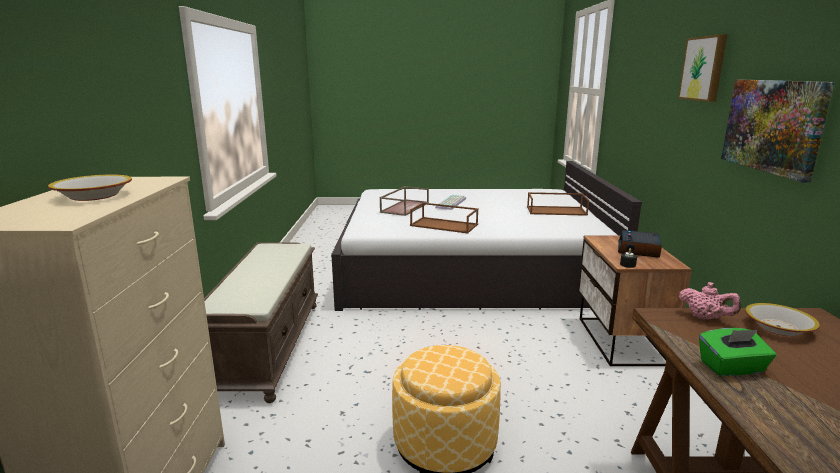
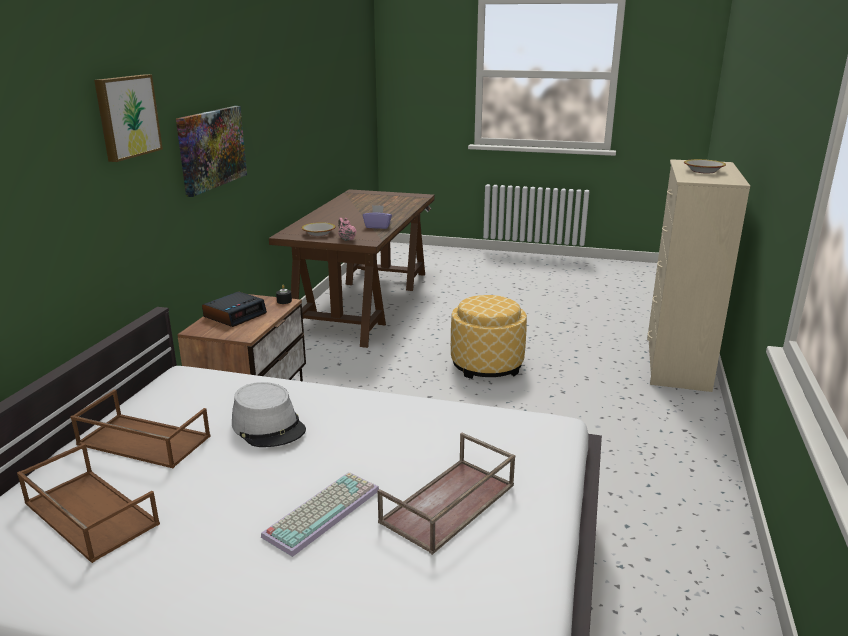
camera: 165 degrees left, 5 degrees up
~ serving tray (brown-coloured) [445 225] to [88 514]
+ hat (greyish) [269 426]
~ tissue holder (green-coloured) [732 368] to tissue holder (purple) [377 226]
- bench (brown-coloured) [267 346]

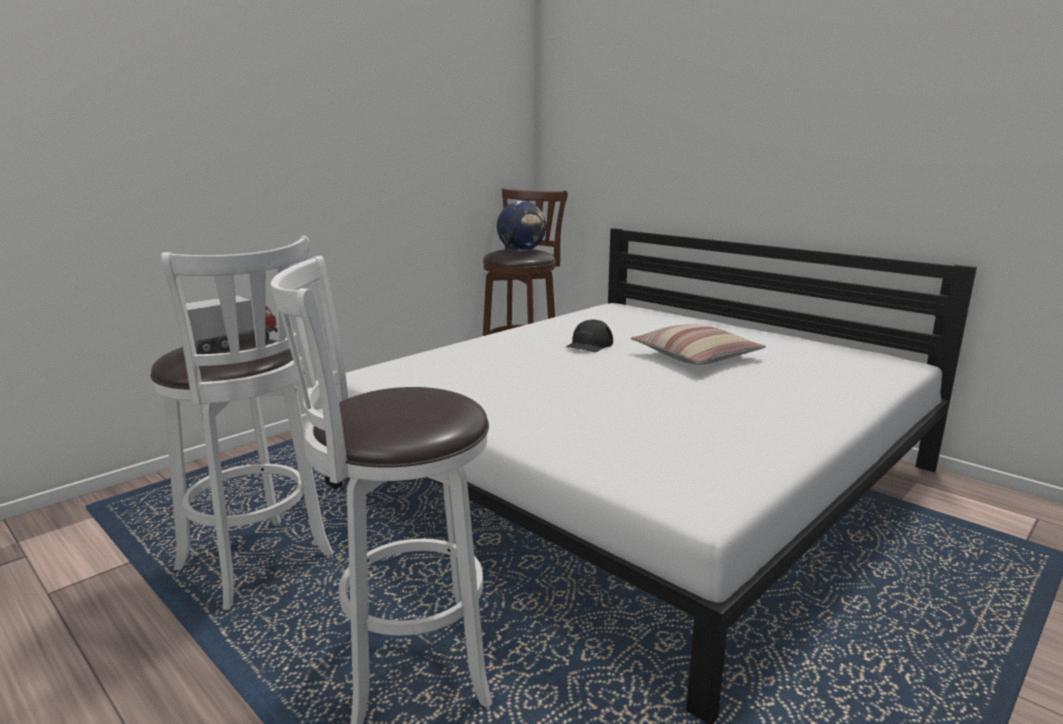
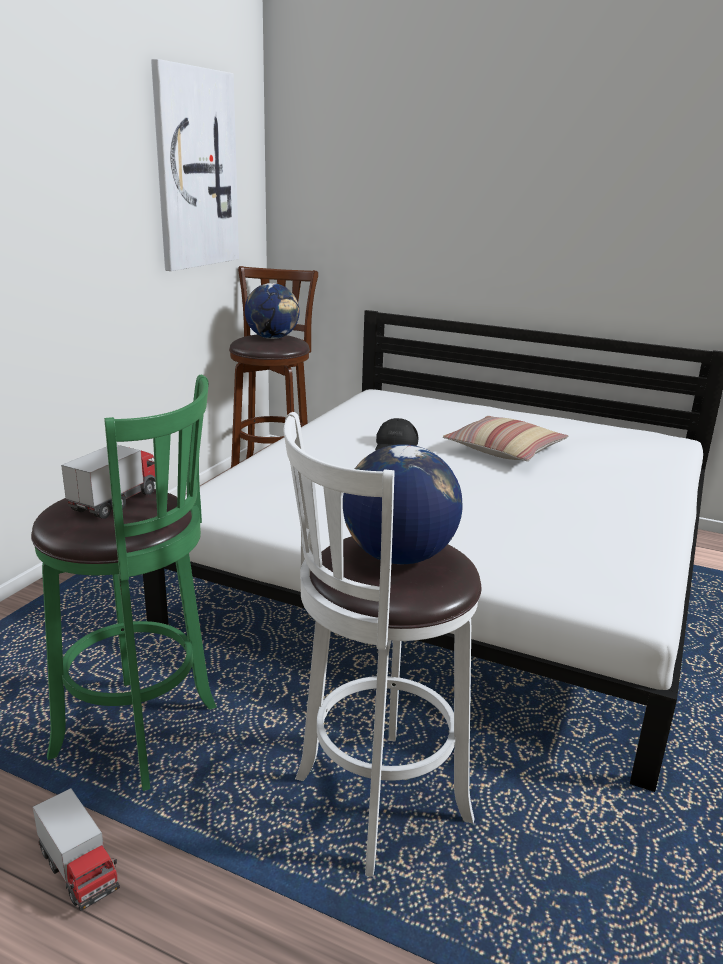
camera: 20 degrees left, 5 degrees up
~ stool (white) [260 565] to stool (green-coloured) [144 734]
+ toy truck [79 871]
+ wall art [195 170]
+ globe [398 556]

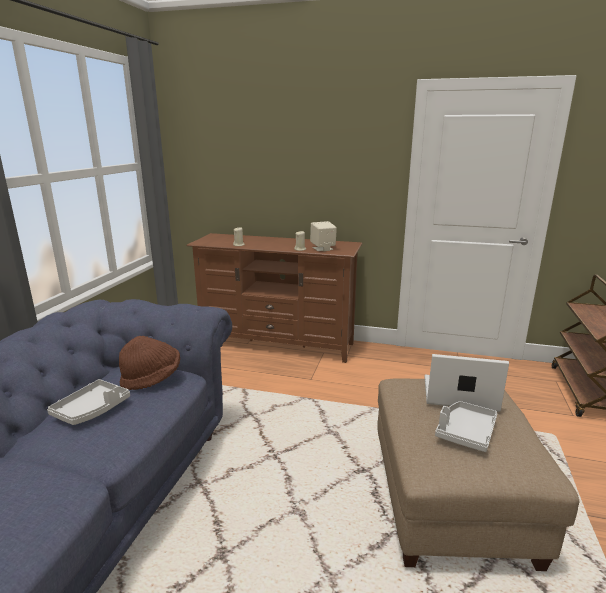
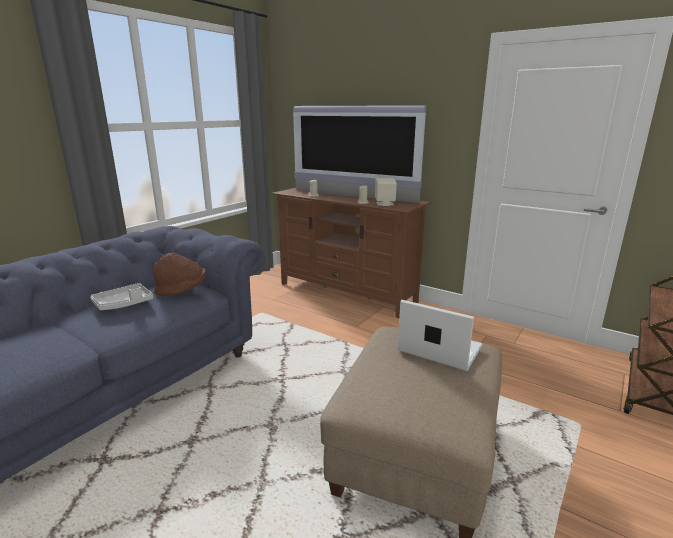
camera: 20 degrees right, 0 degrees up
+ TV set [353 196]
- serving tray (greyish) [465 432]

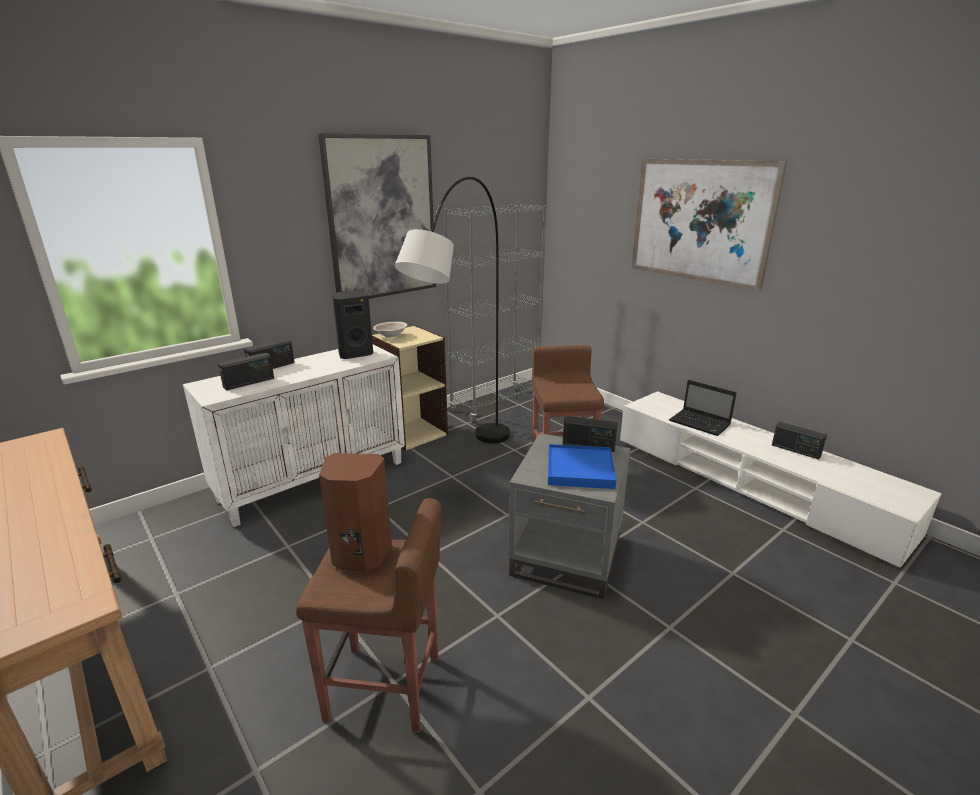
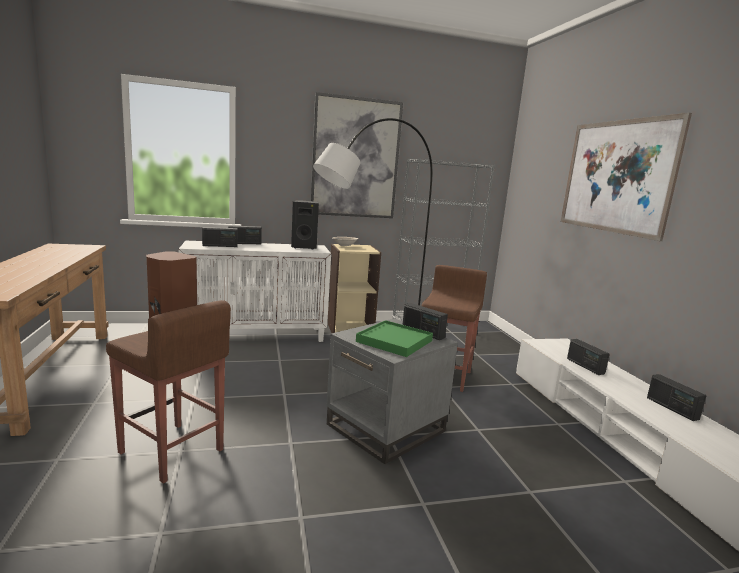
camera: 25 degrees right, 10 degrees down
~ serving tray (blue) [580 469] to serving tray (green-coloured) [394 341]
~ laptop [700 423] to radio [585 366]

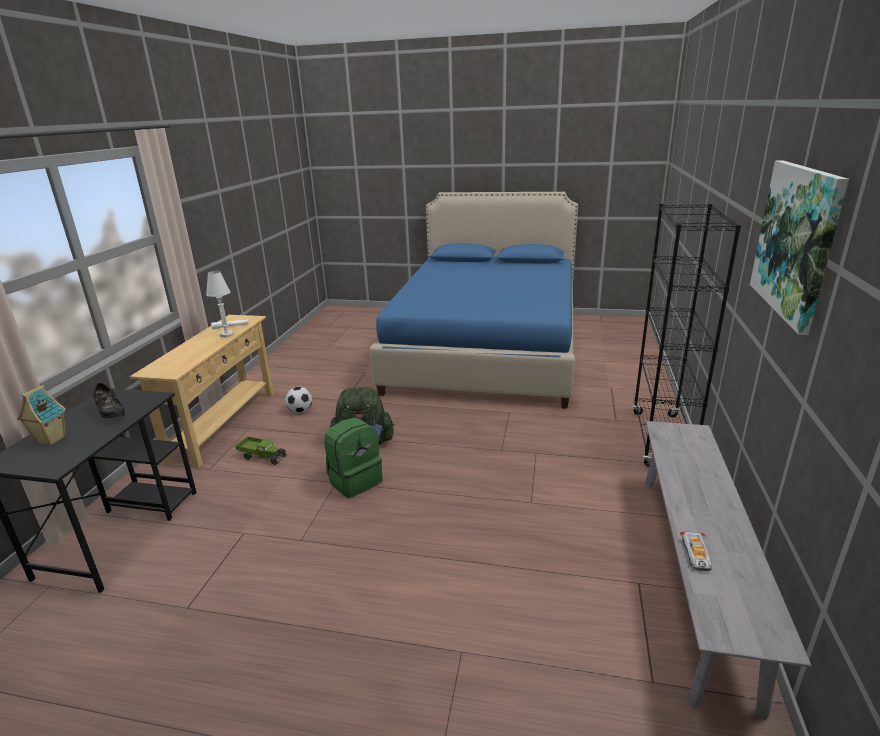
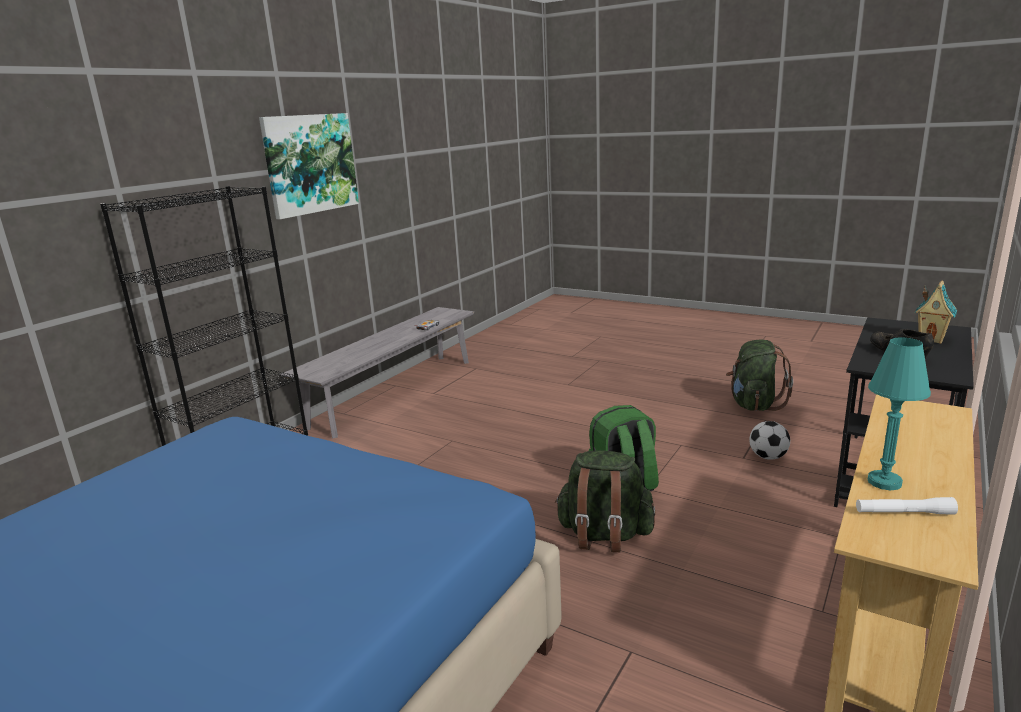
camera: 160 degrees left, 5 degrees down
+ rucksack (green-coloured) [754 405]
~ ball for football [300 411] to [768 457]
~ lamp for a table (white) [227 334] to lamp for a table (turquoise) [884 482]
- toy truck [262 456]

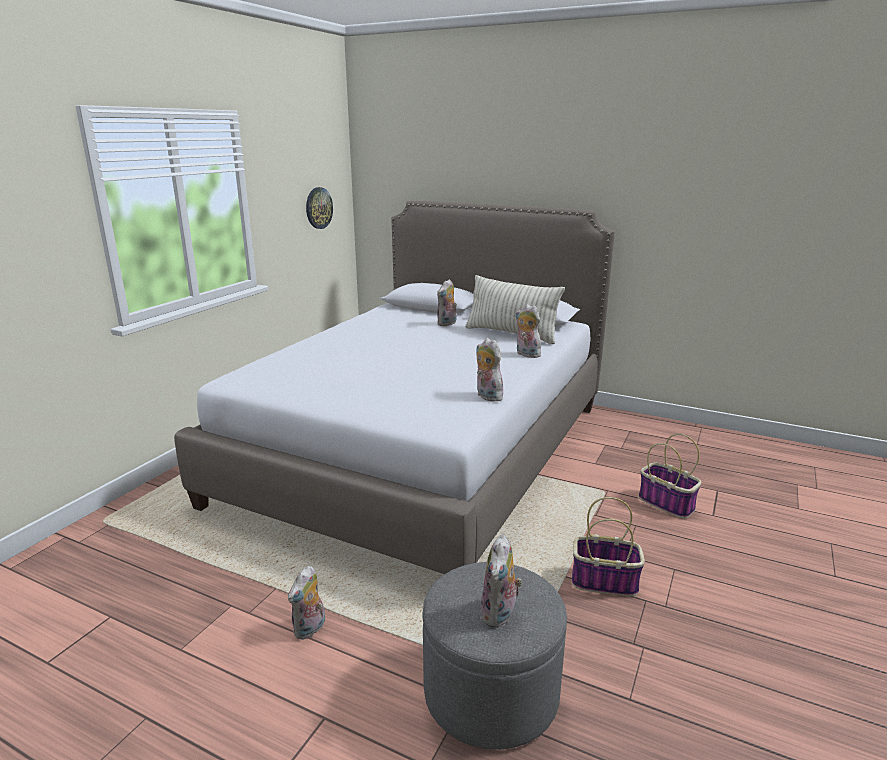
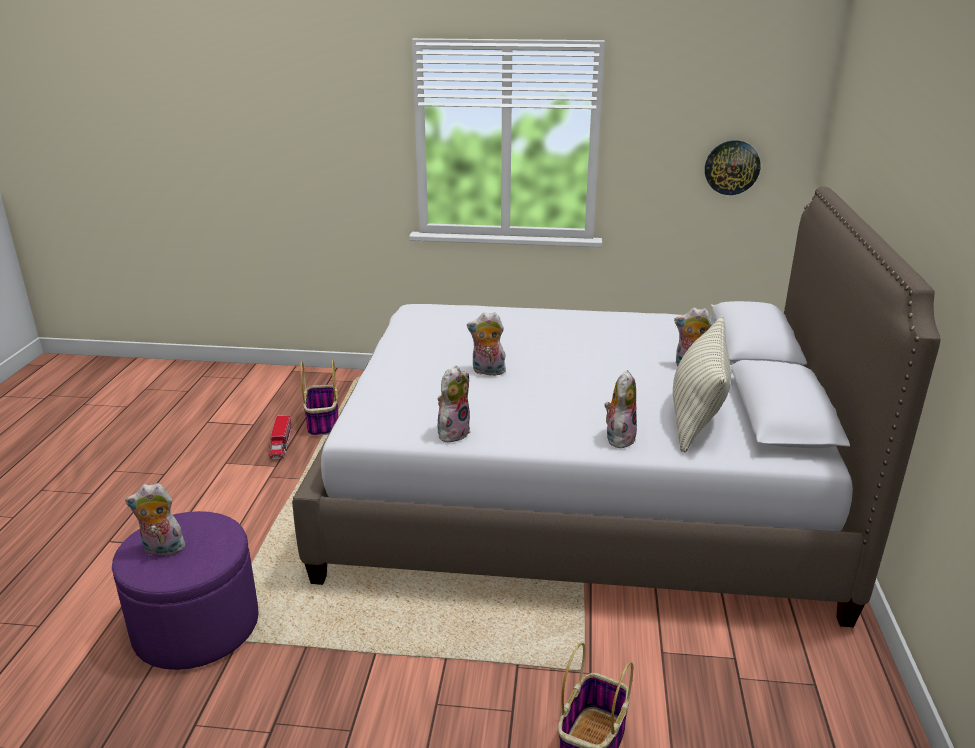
camera: 70 degrees right, 5 degrees up
~ ottoman (greyish) [491 692] to ottoman (purple) [196 626]
+ toy truck [281 444]
~ household basket [605 581] to [323 424]
~ soft toy [310 629] to [487 372]

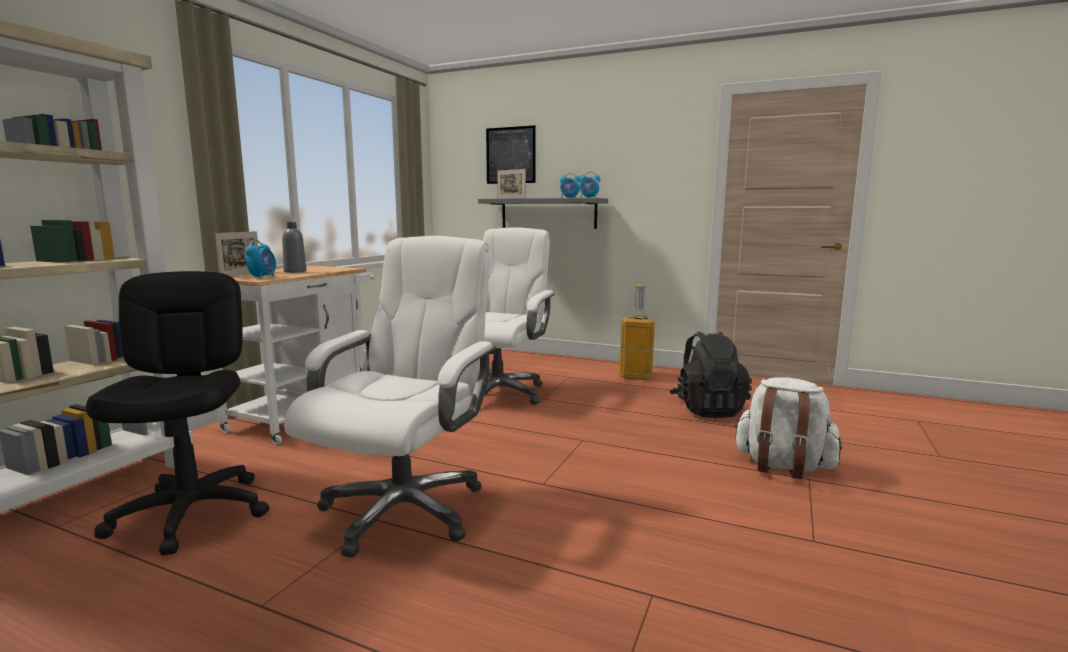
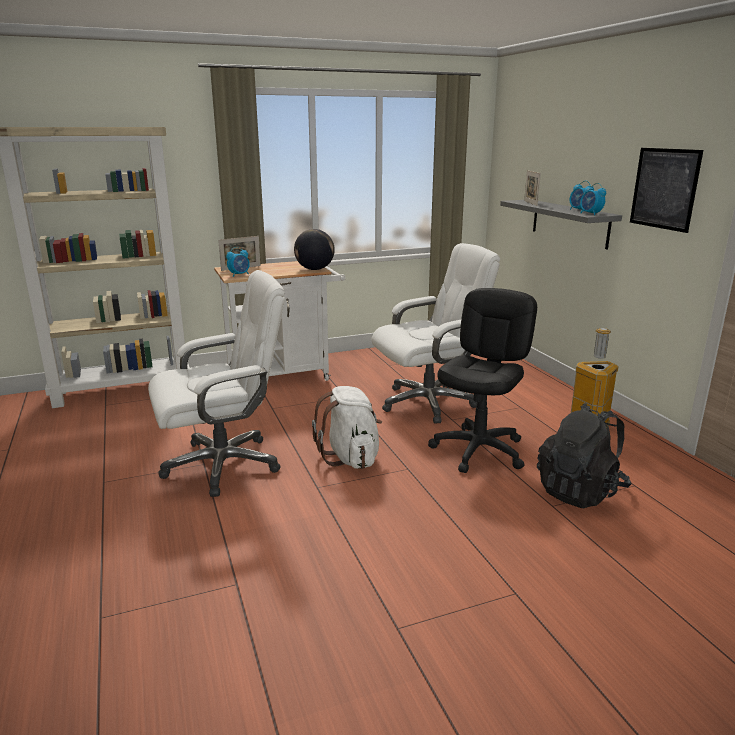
camera: 45 degrees right, 10 degrees up
+ globe [315 269]
~ rucksack (white) [783 466] to [351 457]
~ office chair (blackish) [192 513] to [479 450]
~ wall art [510 155] to [664 188]
- drink bottle (greyish) [295 271]

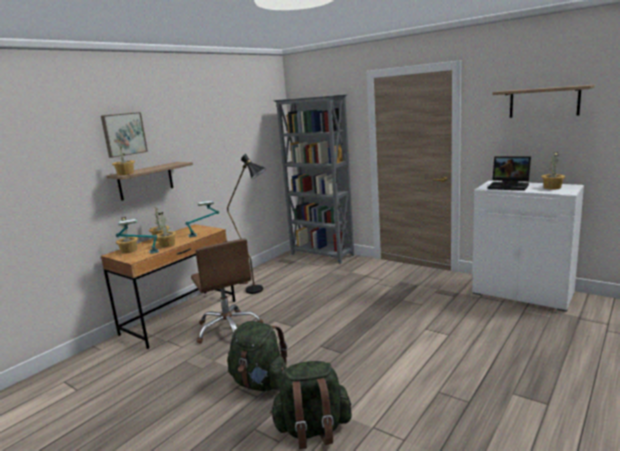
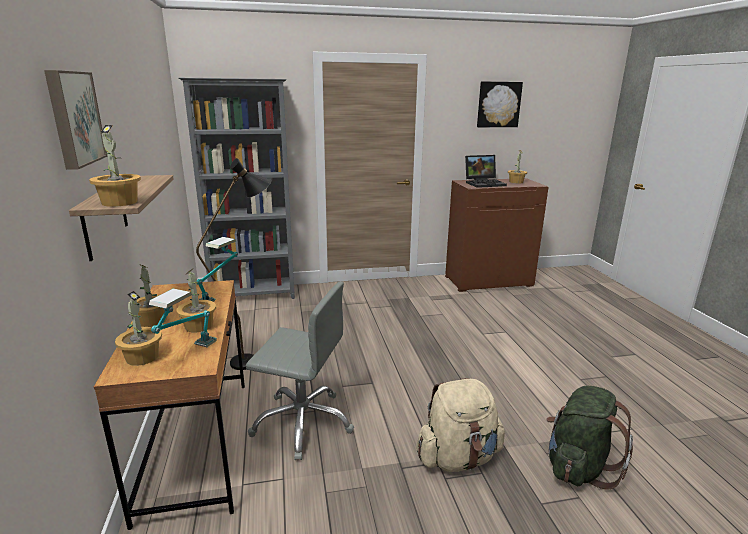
camera: 50 degrees left, 5 degrees up
~ office chair (brown-coloured) [228 328] to office chair (greyish) [303 422]
~ rucksack (green-coloured) [260 383] to rucksack (sand-coloured) [458 457]
~ storage cabinet (white) [523 293] to storage cabinet (brown-coloured) [488 281]
~ shelf [544 102] to wall art [498 104]

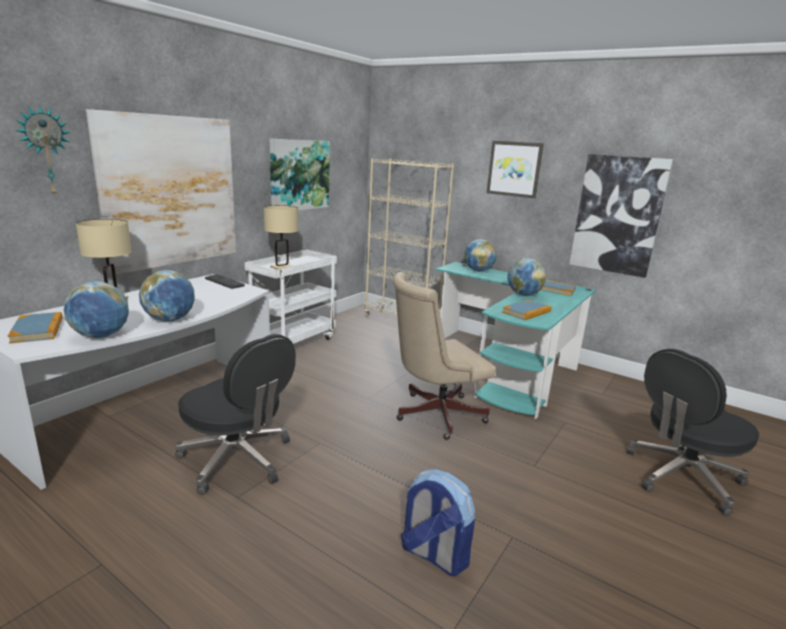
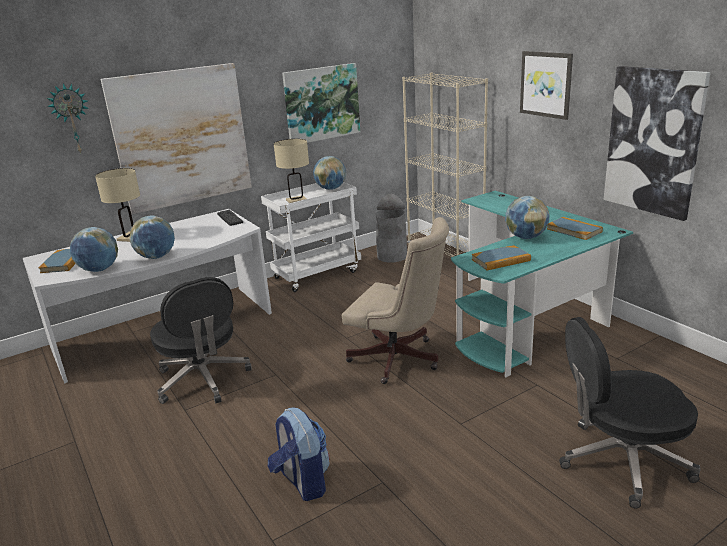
camera: 25 degrees right, 5 degrees up
~ globe [478 270] to [331 189]
~ office chair (sand-coloured) [434 414] = [399 360] 150 degrees counterclockwise
+ waste bin (greyish) [392 256]

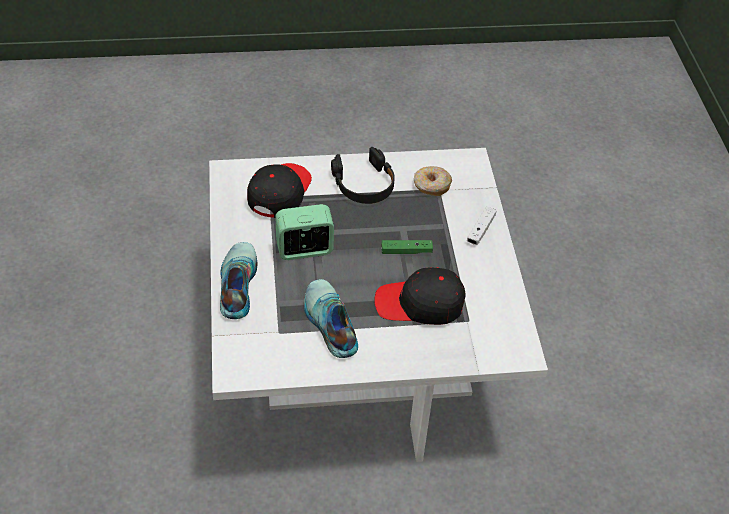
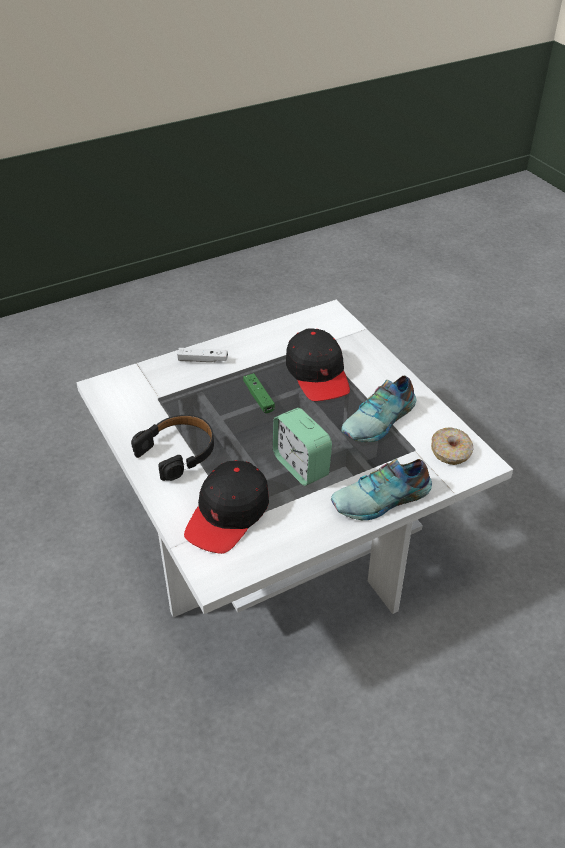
camera: 110 degrees left, 5 degrees down
~ peaked cap (blackish) [279 193] = [228 515] 60 degrees counterclockwise
~ ring doughnut [431 186] to [451 452]

